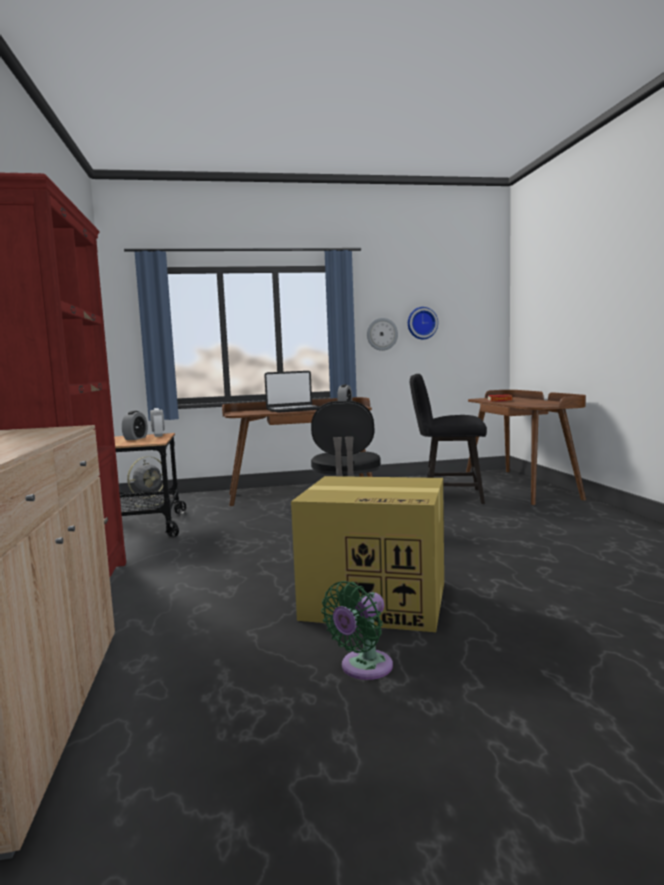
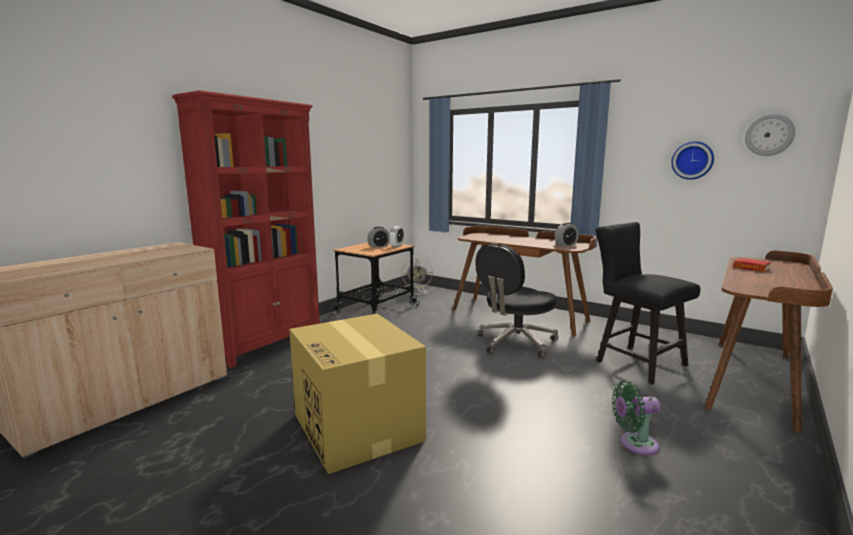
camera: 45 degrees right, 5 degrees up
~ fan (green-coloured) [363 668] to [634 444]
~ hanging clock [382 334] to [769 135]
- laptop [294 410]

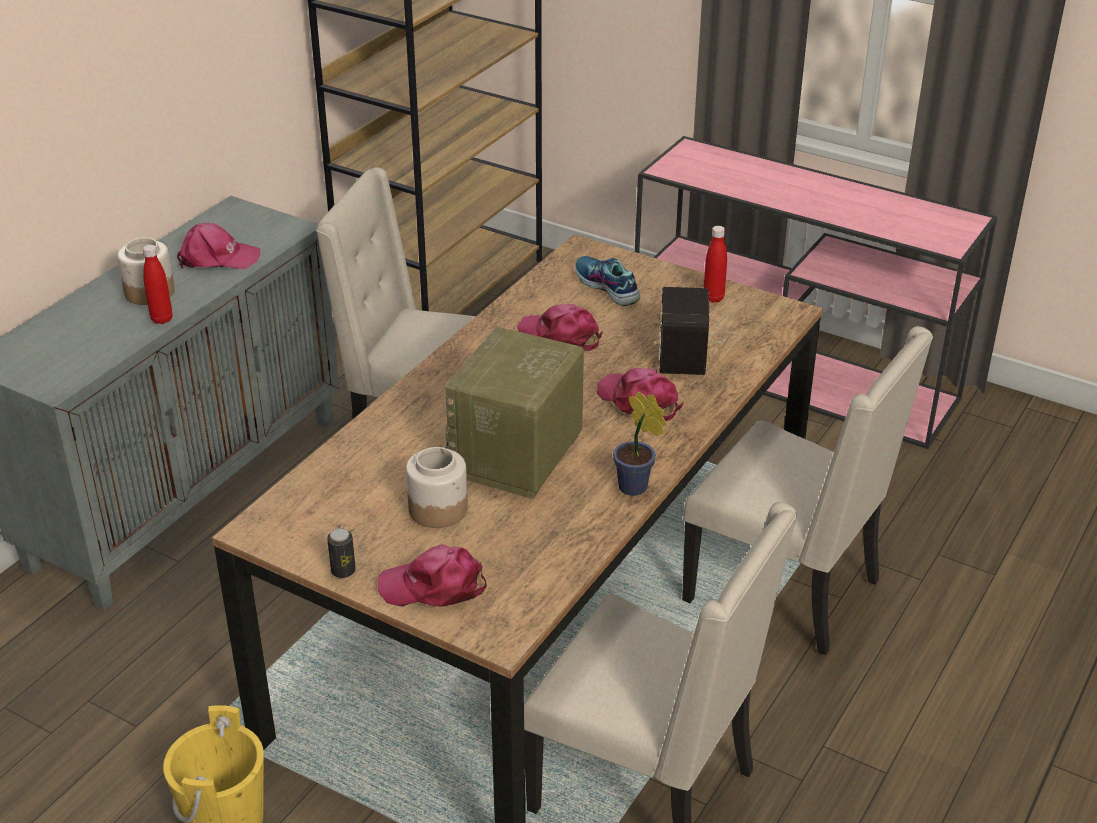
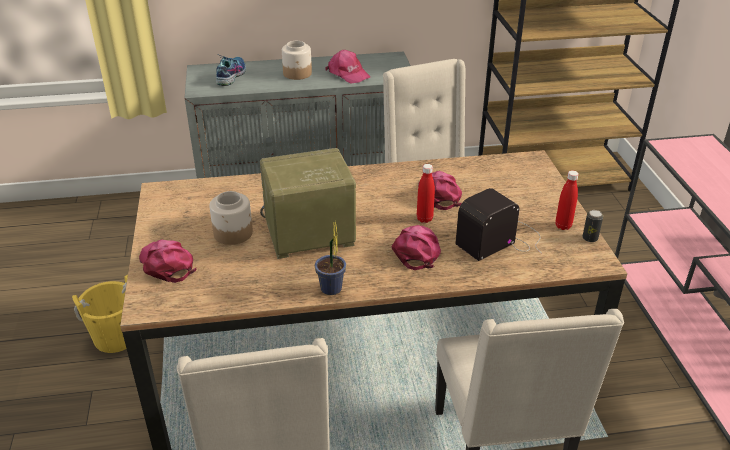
camera: 50 degrees right, 0 degrees up
~ item of footwear [606 287] to [230 75]
~ drink bottle (reddish) [162 319] to [424 219]
~ can [343 571] to [590 238]

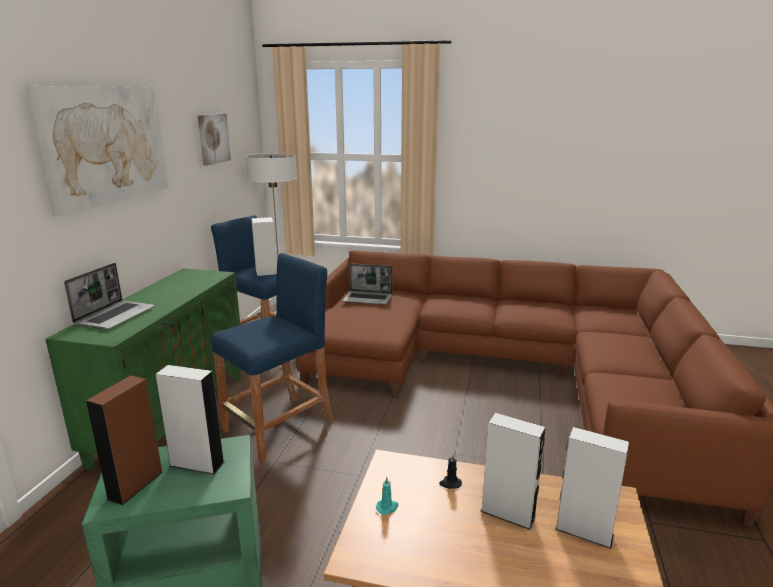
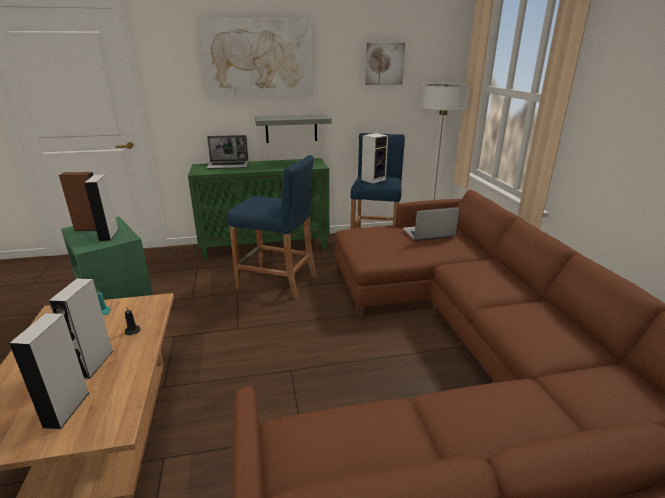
camera: 65 degrees right, 5 degrees up
+ shelf (greyish) [291 128]
~ laptop [368 299] = [428 234] 90 degrees clockwise

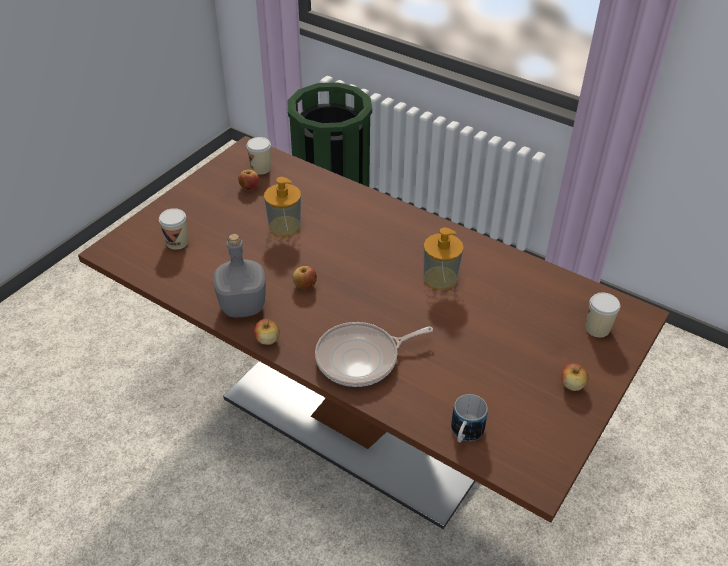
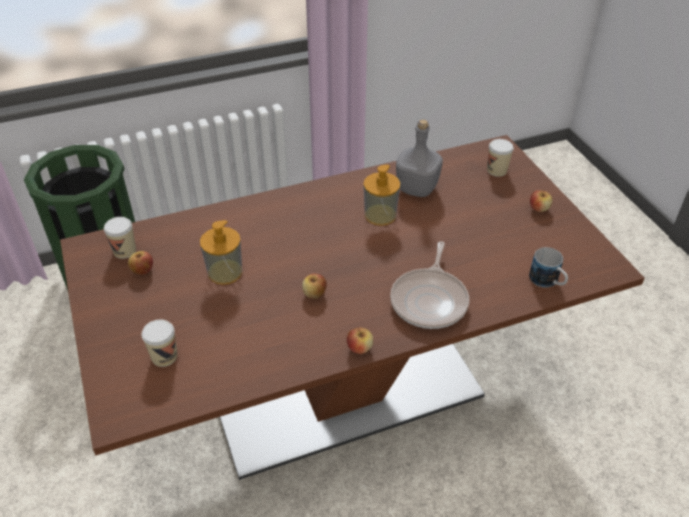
camera: 55 degrees left, 0 degrees up
~ drink bottle (greyish) [242 306] to [416 189]

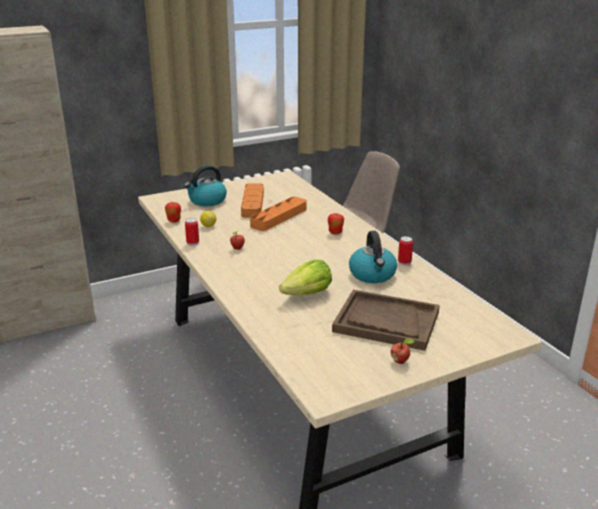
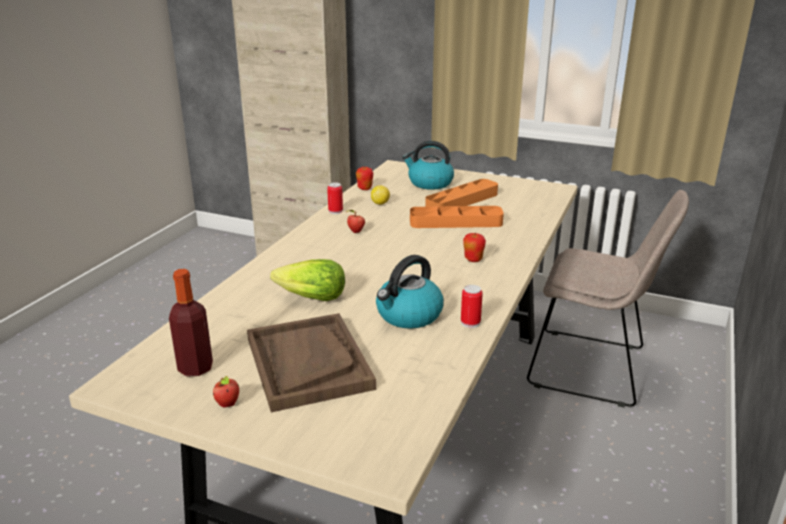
camera: 50 degrees right, 0 degrees up
+ drink bottle [195 368]

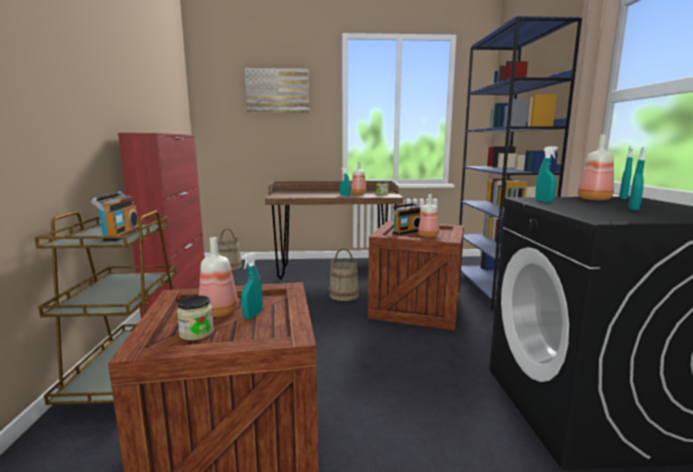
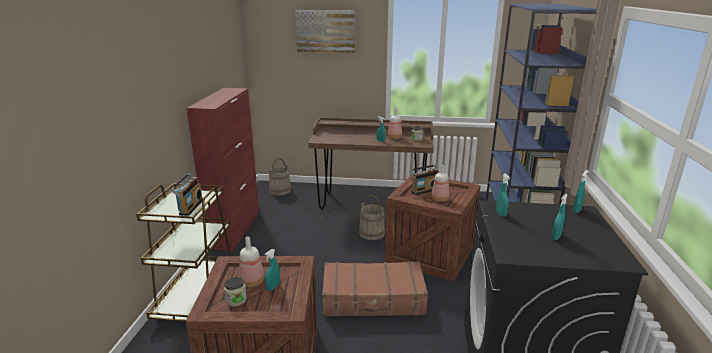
camera: 10 degrees right, 10 degrees up
+ piece of luggage (brown-coloured) [373 299]
- drink bottle [595 199]

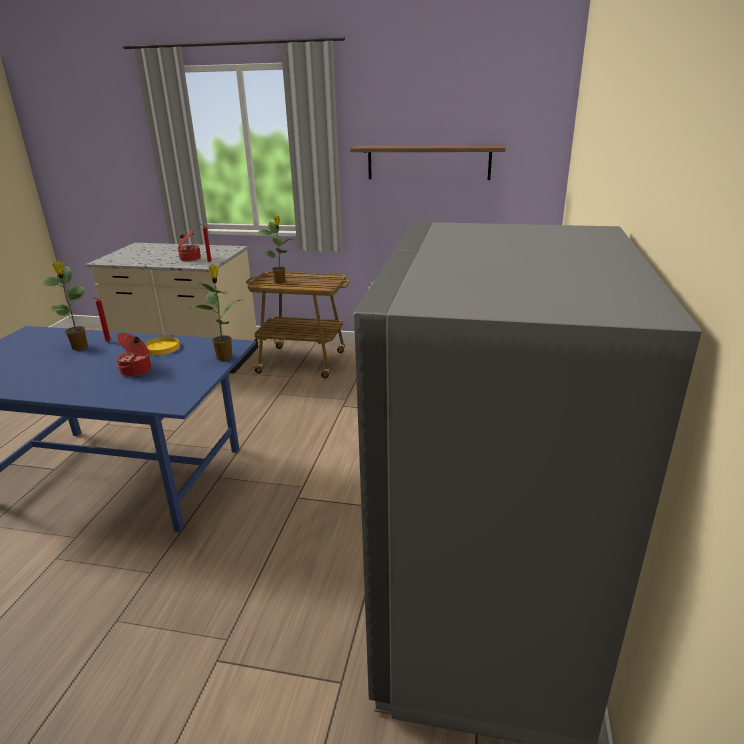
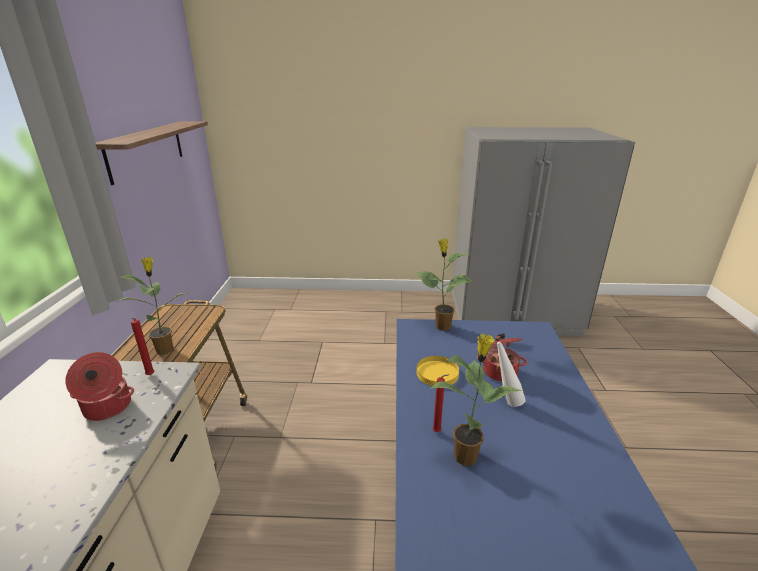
camera: 100 degrees left, 0 degrees up
+ drink bottle (white) [505 400]

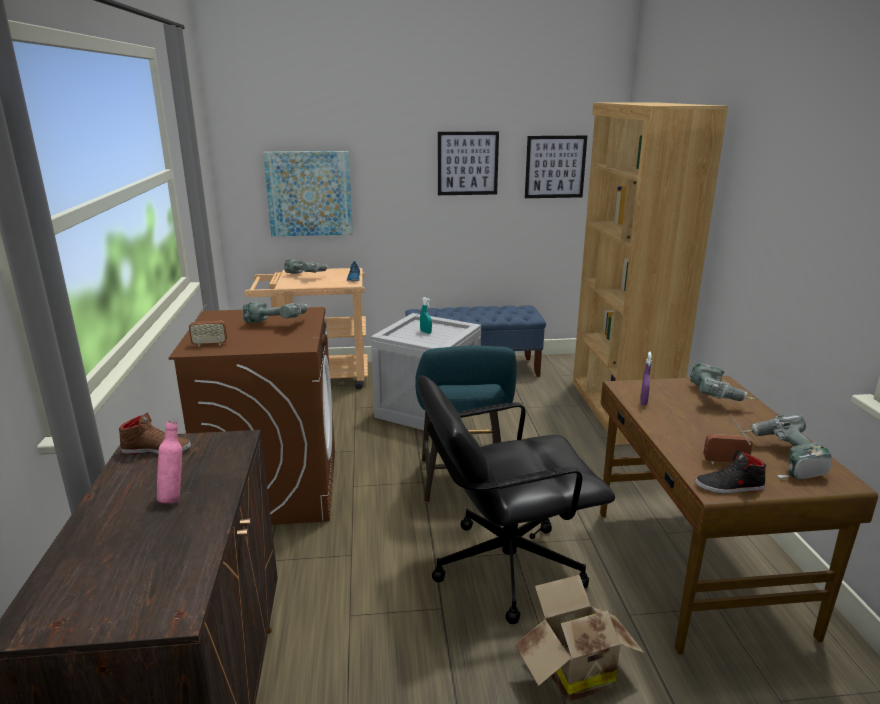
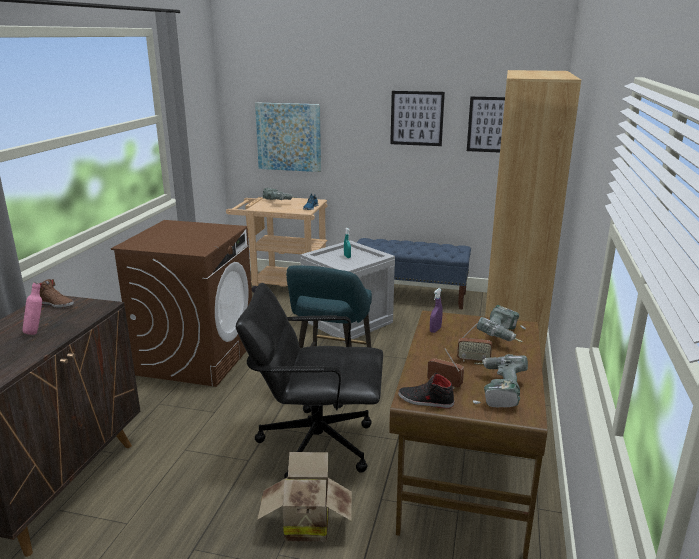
camera: 20 degrees right, 0 degrees up
~ radio [210 344] to [473 360]
- drill [277 323]

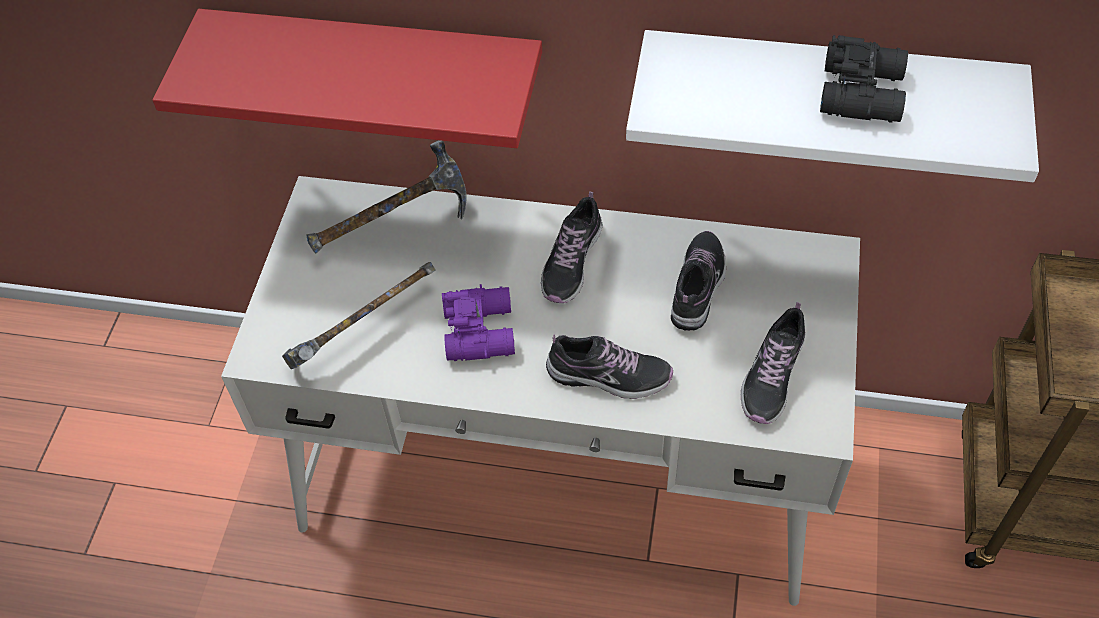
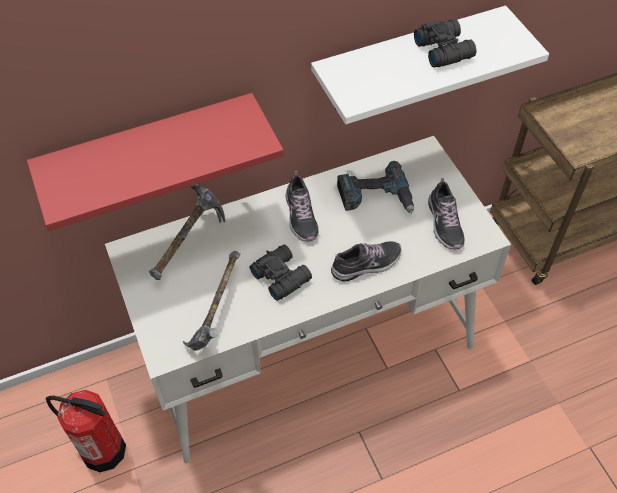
camera: 35 degrees left, 0 degrees up
+ extinguisher [103 450]
~ binoculars (purple) [481 329] to binoculars (blackish) [281 275]
~ item of footwear [697 287] to drill [375 197]

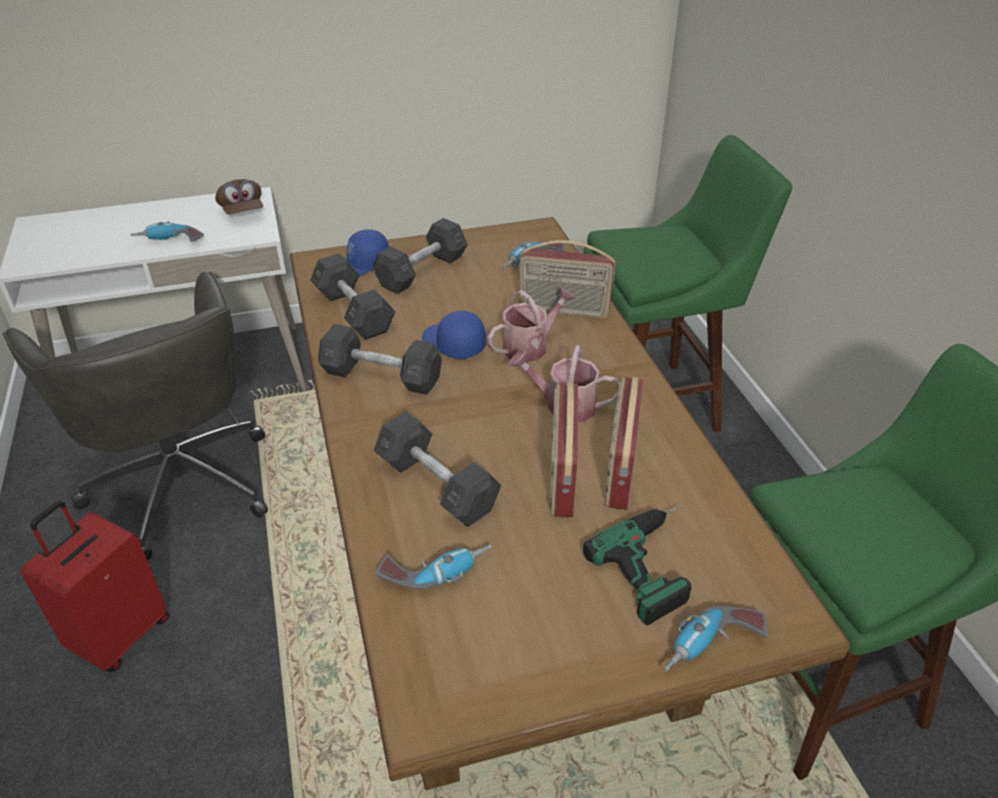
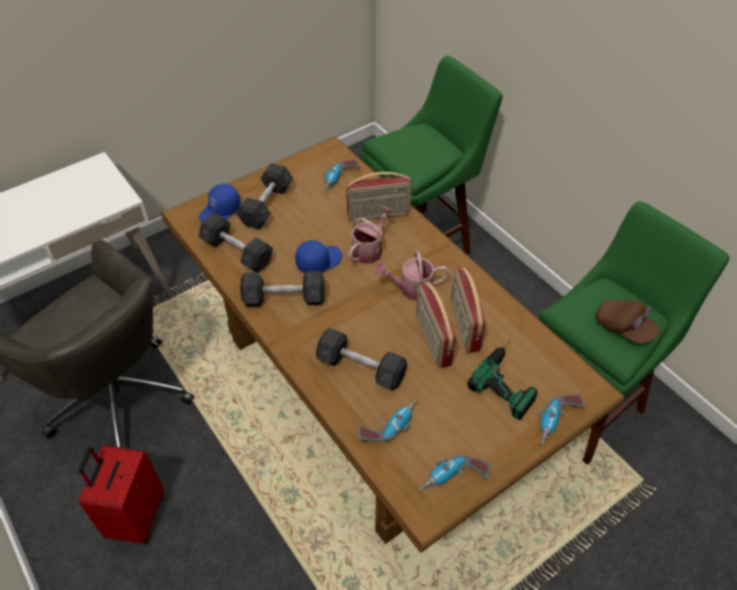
camera: 20 degrees left, 10 degrees up
~ peaked cap (blue) [453 344] = [318 261] 120 degrees clockwise
~ drill [169 242] to [453 480]
~ peaked cap (brown-coloured) [242 212] to [624 328]

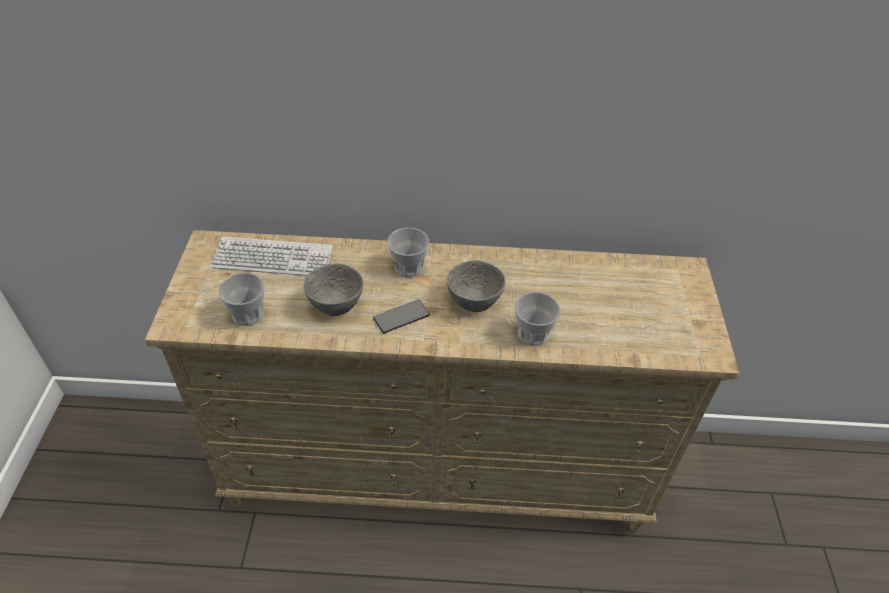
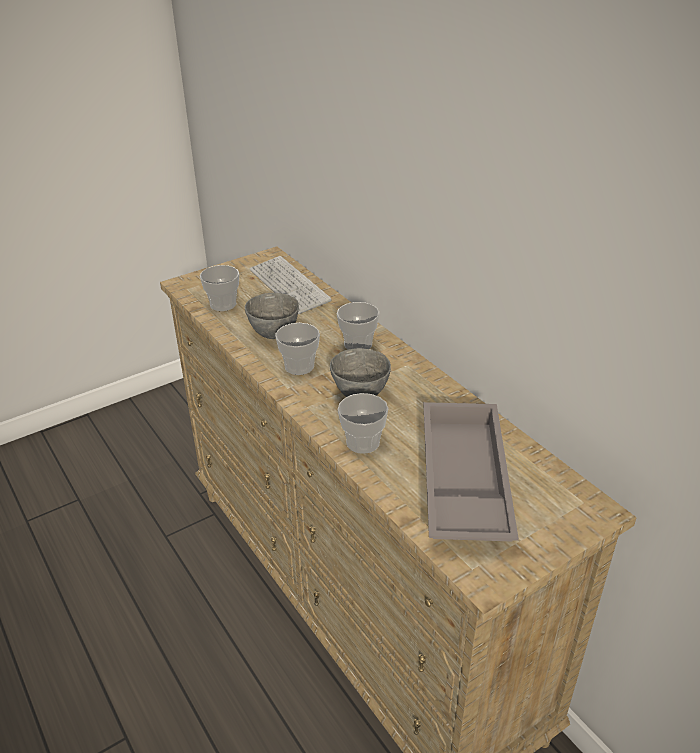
camera: 55 degrees right, 10 degrees down
~ handset [401 317] to small cup [299 366]
+ serving tray (greyish) [460 481]

